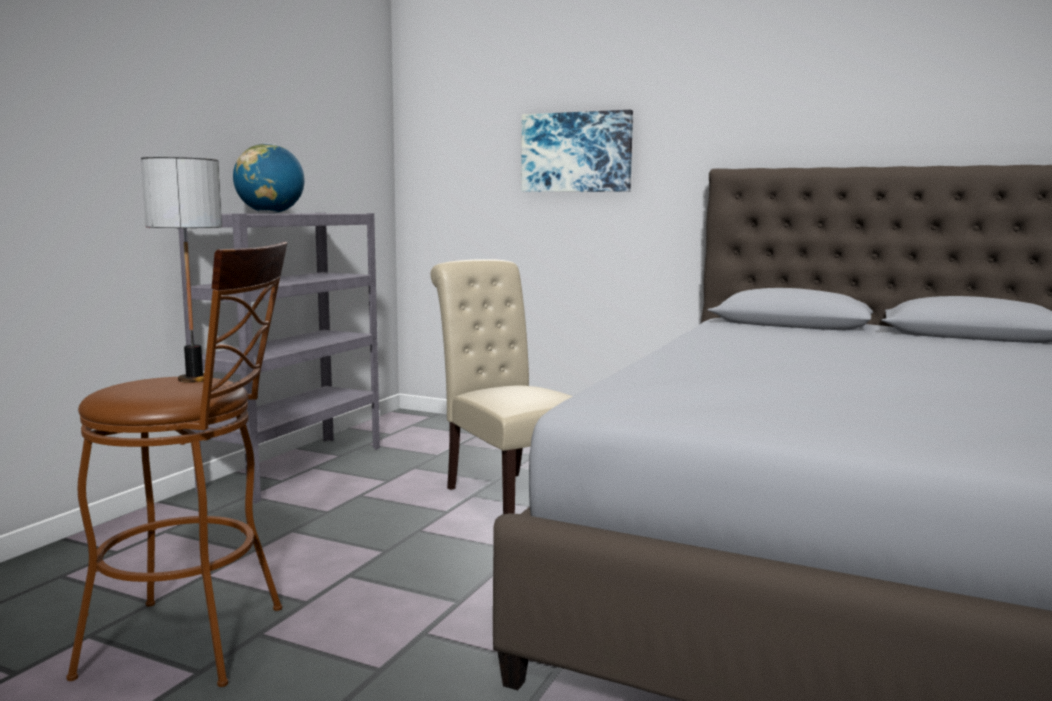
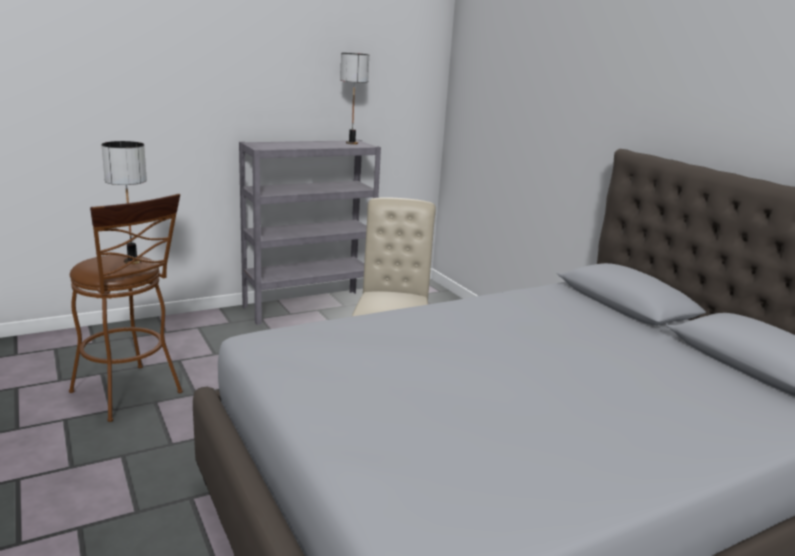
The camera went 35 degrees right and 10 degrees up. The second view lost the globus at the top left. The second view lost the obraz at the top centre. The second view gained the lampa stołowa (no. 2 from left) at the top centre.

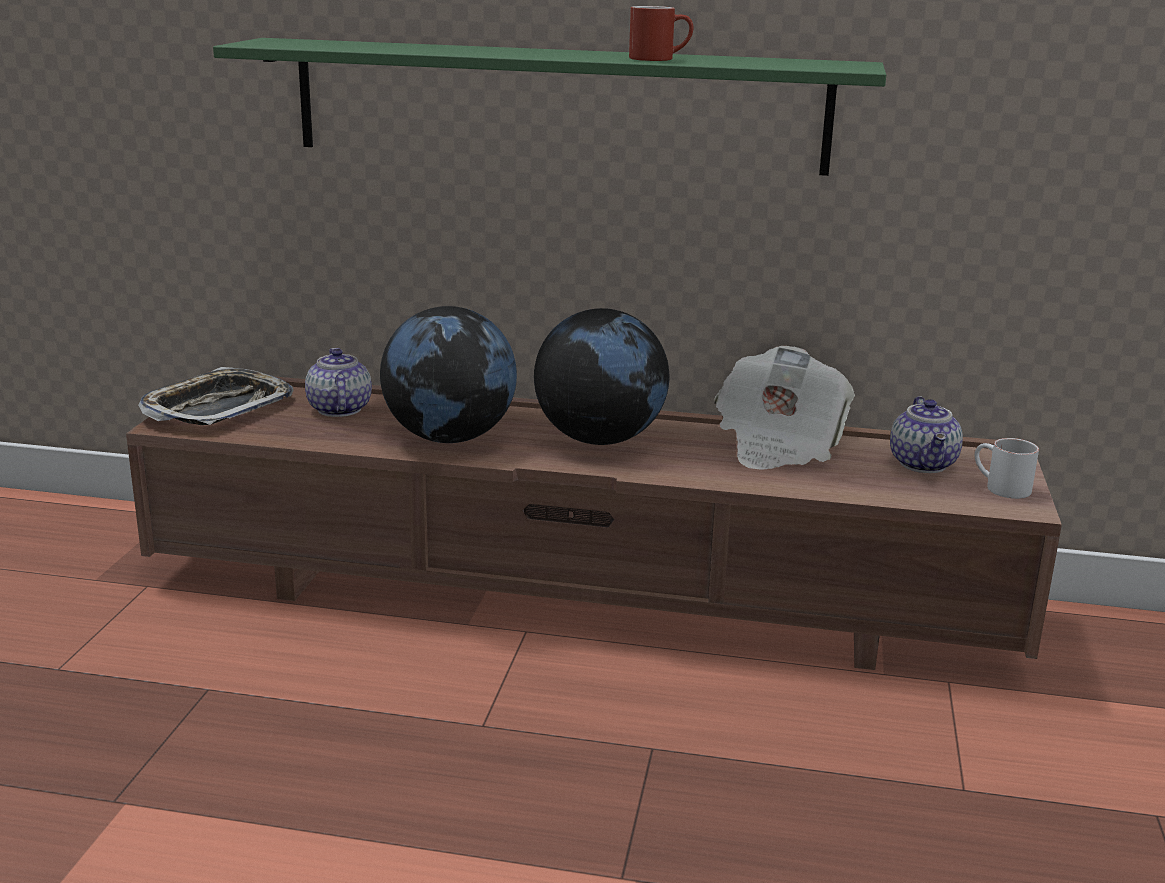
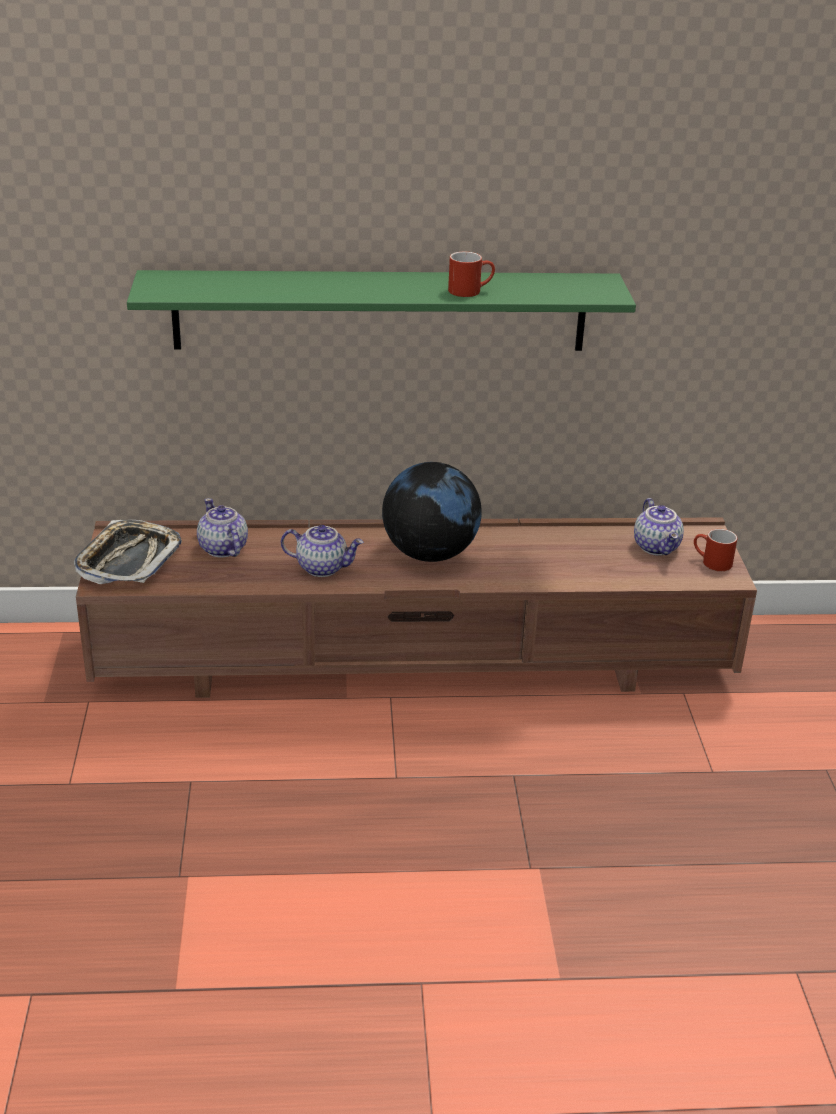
The camera went 15 degrees left and 10 degrees up. The second view lost the gazeta at the middle right. Where the globus (no. 1 from left) stood at the centre, the imbryk (no. 2 from left) came to stand at the centre. What was the kubek [biały] at the middle right turned into the kubek [czerwony] (no. 2 from left) at the middle right.

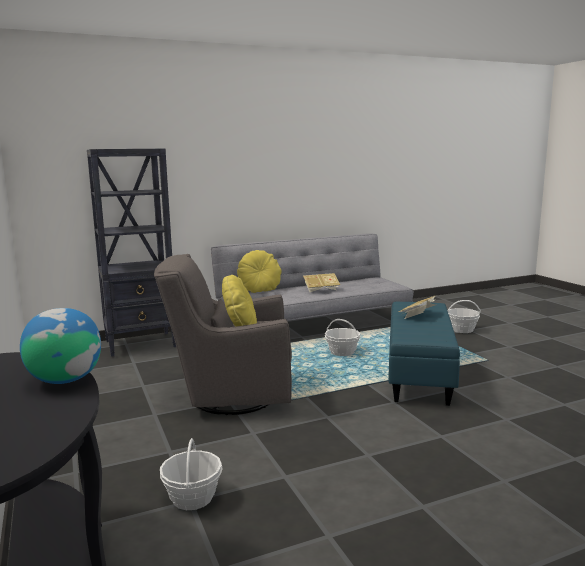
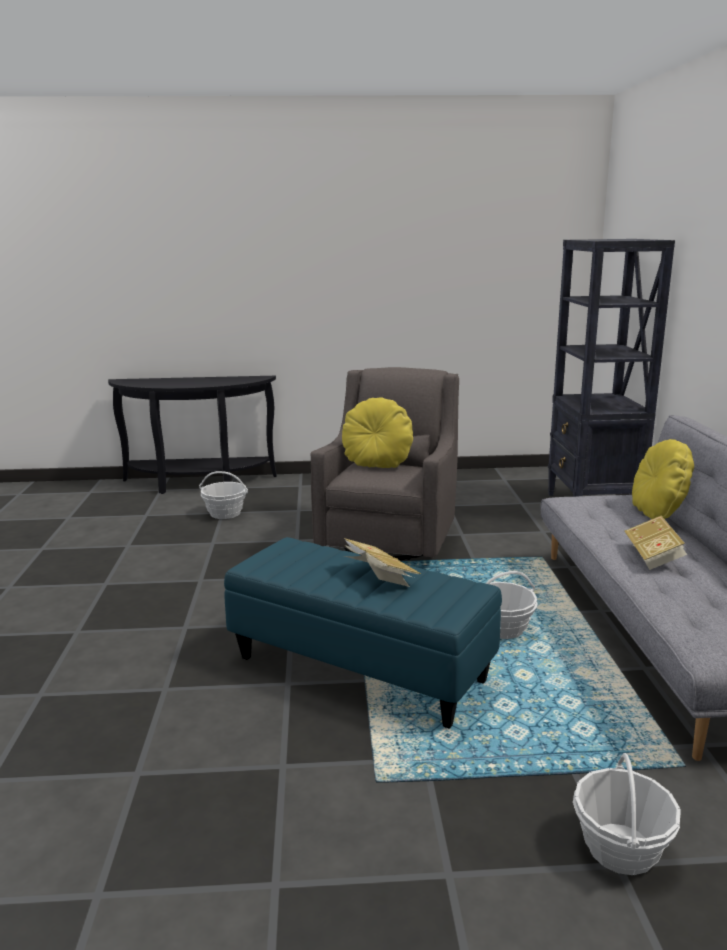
The camera went 110 degrees right and 5 degrees up. The second view lost the globus at the middle left.

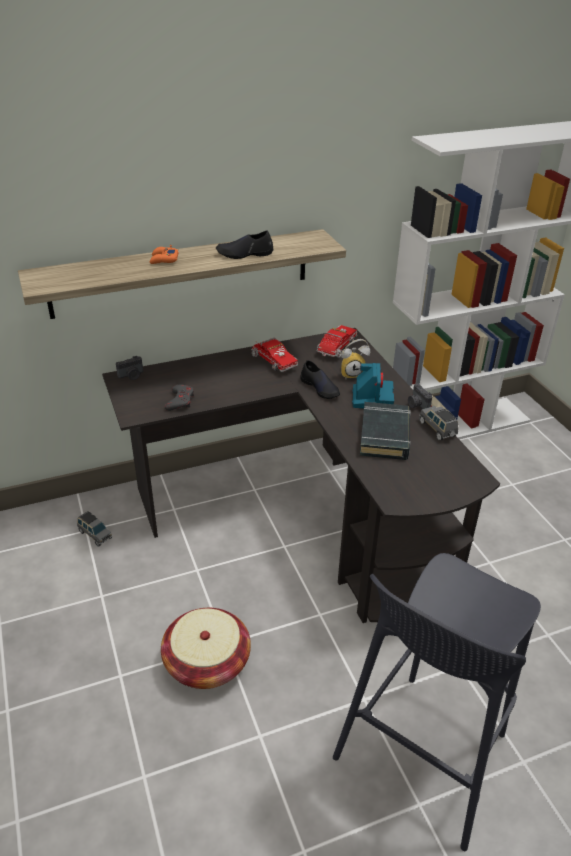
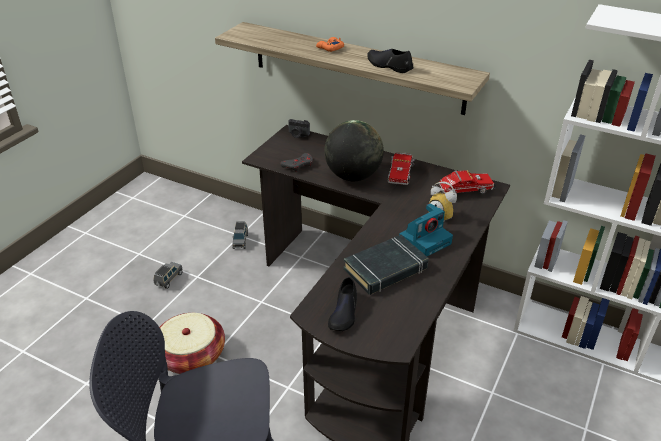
The camera went 50 degrees right and 0 degrees up. The second view lost the aparat fotograficzny (no. 3 from left) at the middle right. The second view gained the globus at the centre. The but [czarny] (no. 2 from left in the first image) ended up elsewhere, having gone from the centre to the bottom centre. The samochodzik [szary] (no. 2 from left in the first image) ended up elsewhere, having gone from the middle right to the middle left.

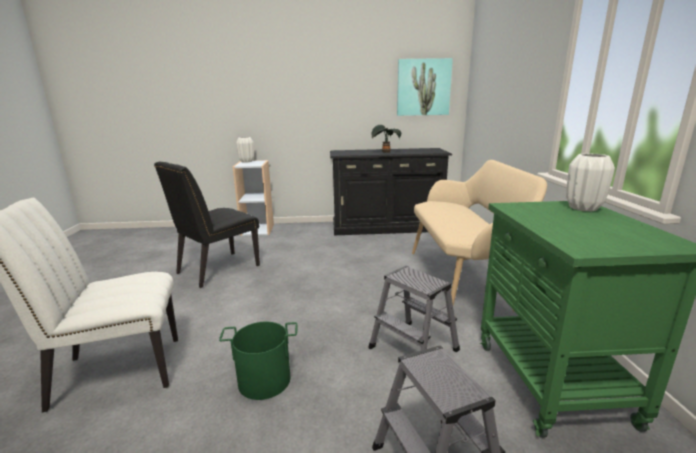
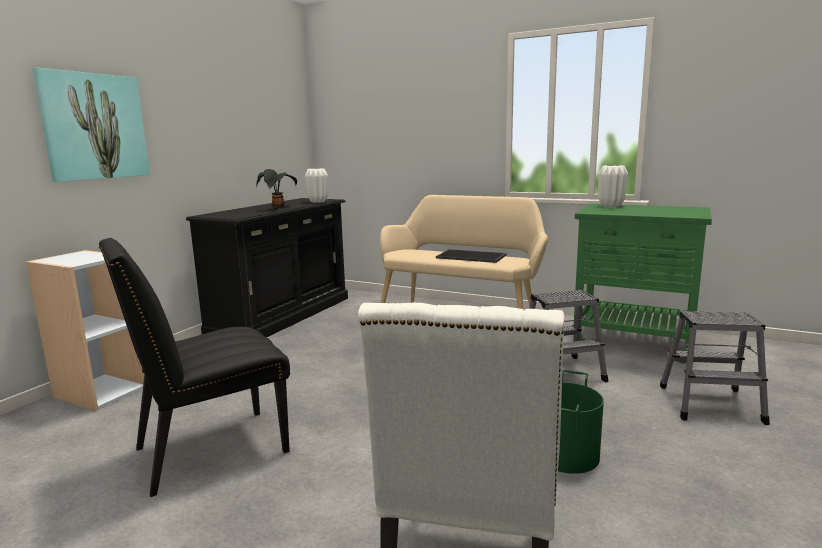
The camera went 60 degrees left and 5 degrees down. The second view gained the taca at the centre. The wazon [biały] (no. 1 from left) ended up elsewhere, having gone from the top centre to the centre. The obraz ended up elsewhere, having gone from the top centre to the top left. The krzesło [czarny] at the middle left ended up facing another way, 75 degrees clockwise from before.

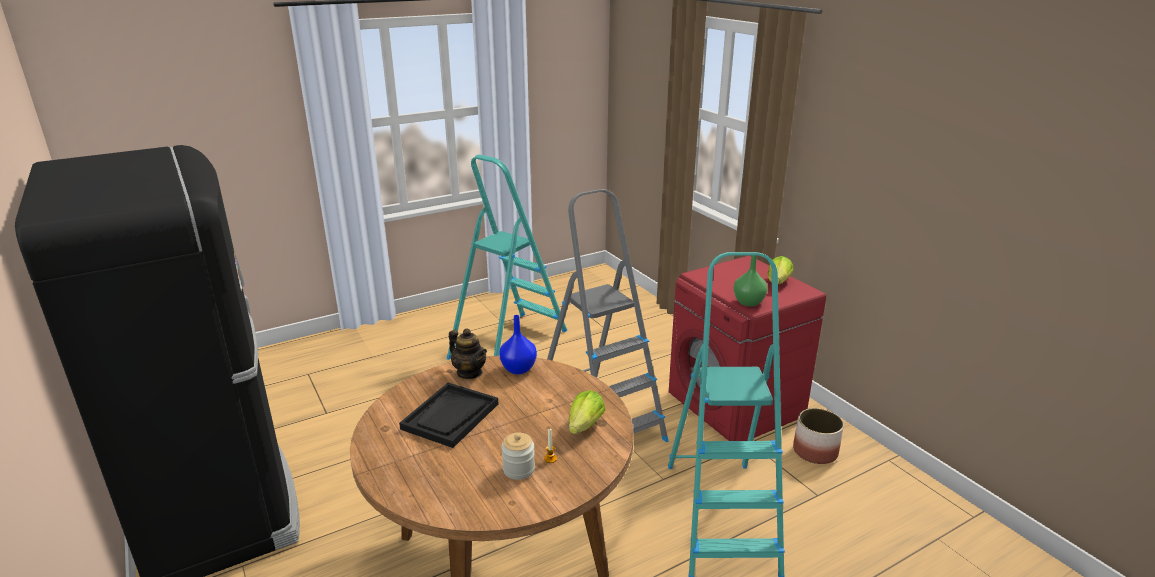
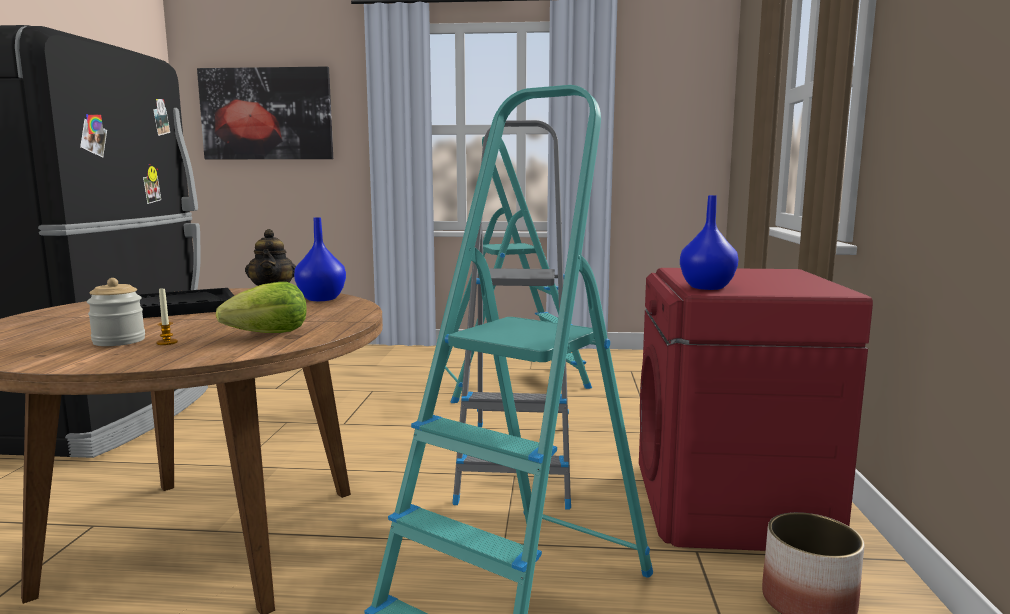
The camera went 35 degrees right and 15 degrees down. The second view lost the sałata (no. 2 from left) at the middle right. The second view gained the obraz at the top left. What was the wazon [zielony] at the centre turned into the wazon [niebieski] (no. 2 from left) at the middle right.

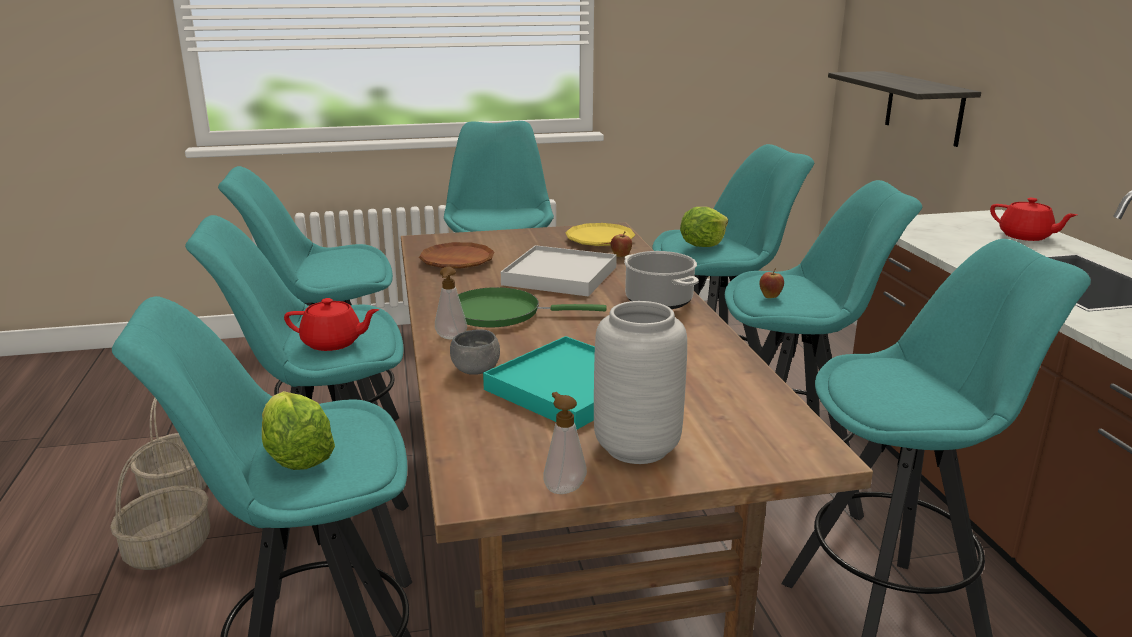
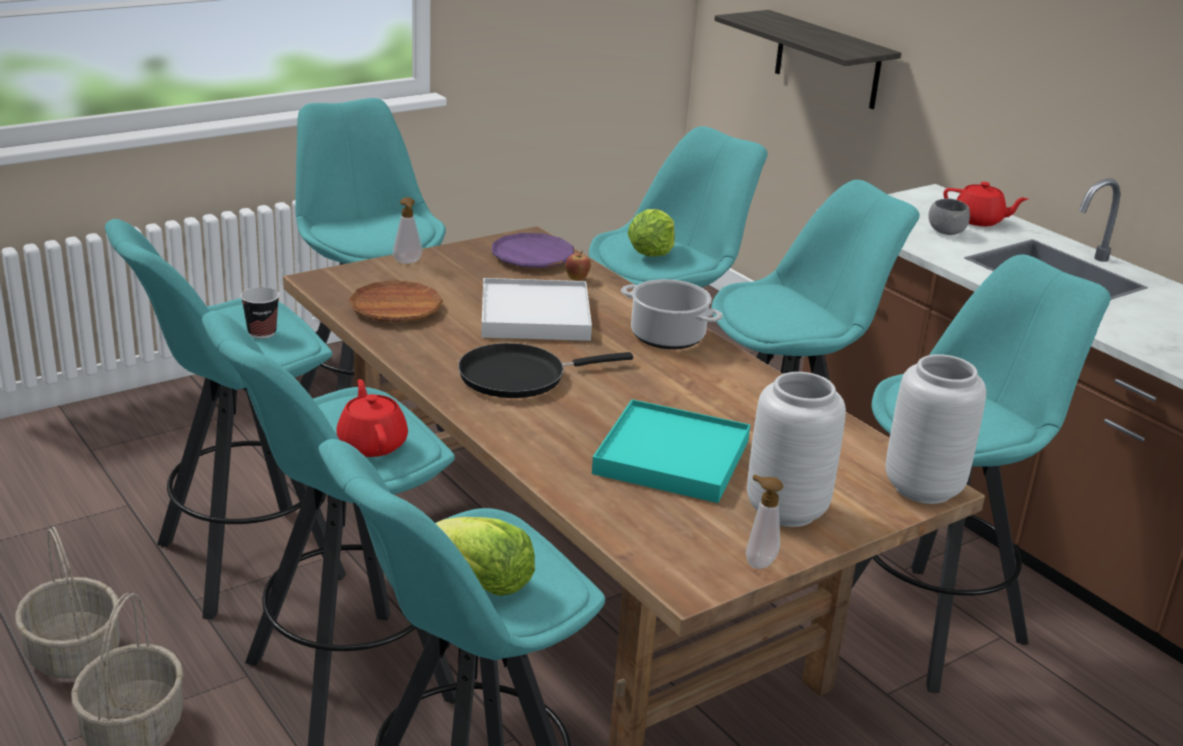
The camera went 25 degrees left and 5 degrees up. The second view lost the jabłko (no. 2 from left) at the middle right. The second view gained the filiżanka at the middle left. The second view gained the wazon [szary] (no. 2 from left) at the middle right. The dozownik mydła (no. 1 from left) ended up elsewhere, having gone from the centre to the top centre. The miska [szary] ended up elsewhere, having gone from the centre to the top right. What was the patelnia [zielony] at the centre turned into the patelnia [czarny] at the centre. What was the talerz [żółty] at the centre turned into the talerz [fioletowy] at the centre. The imbryk [czerwony] (no. 1 from left) at the middle left ended up facing another way, 90 degrees counterclockwise from before.

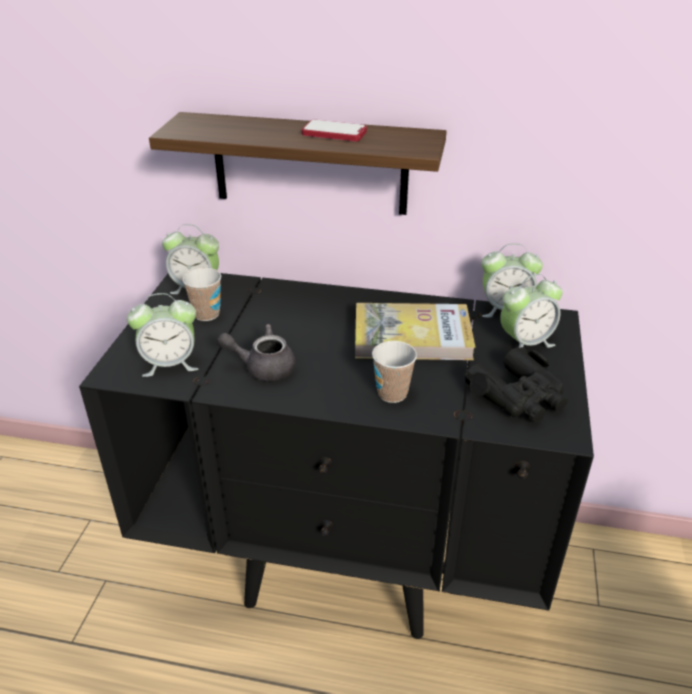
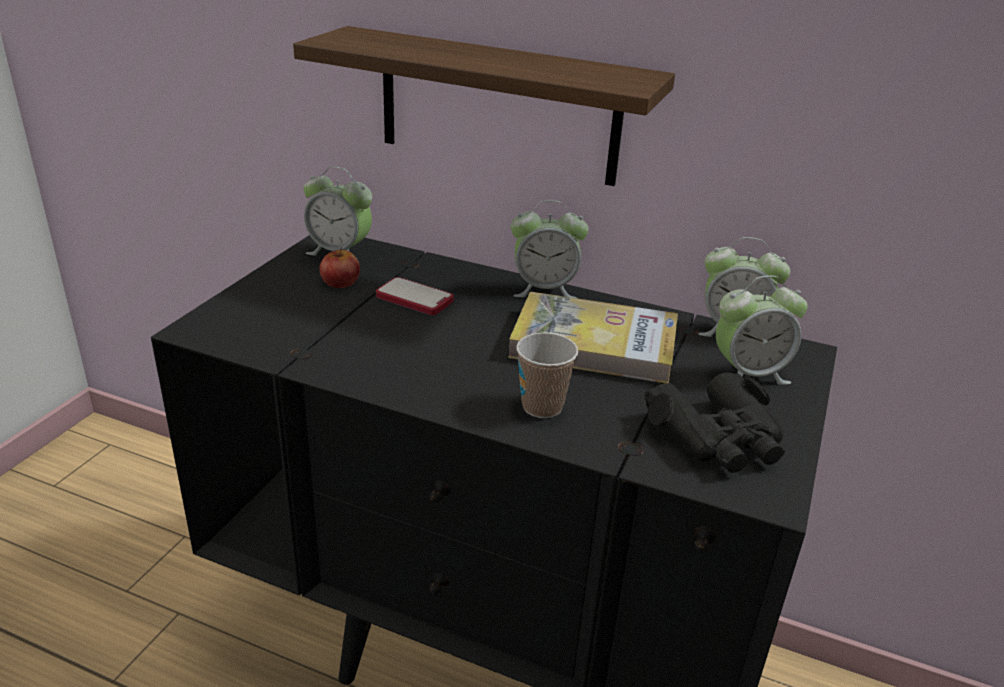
The camera went 10 degrees right and 5 degrees down. The second view lost the imbryk [szary] at the centre. The budzik (no. 1 from left in the first image) ended up elsewhere, having gone from the middle left to the centre. The telefon ended up elsewhere, having gone from the top centre to the centre. Where the filiżanka (no. 1 from left) stood at the middle left, the jabłko came to stand at the centre.

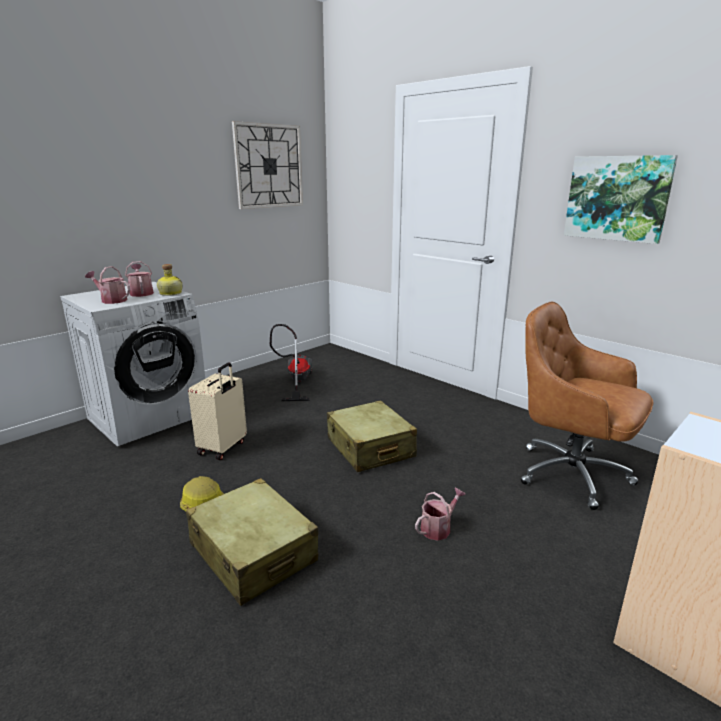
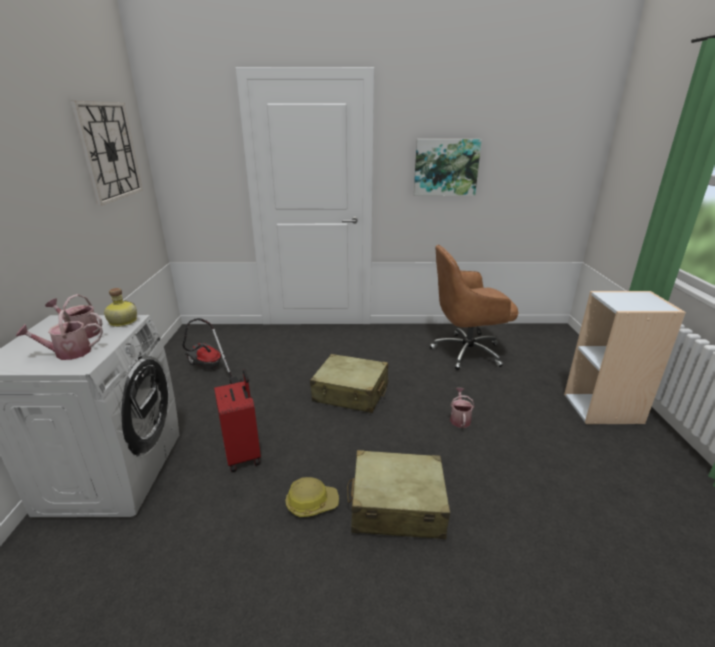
The camera went 45 degrees left and 5 degrees up. What was the walizka [beżowy] (no. 1 from left) at the middle left turned into the walizka [czerwony] at the middle left.

